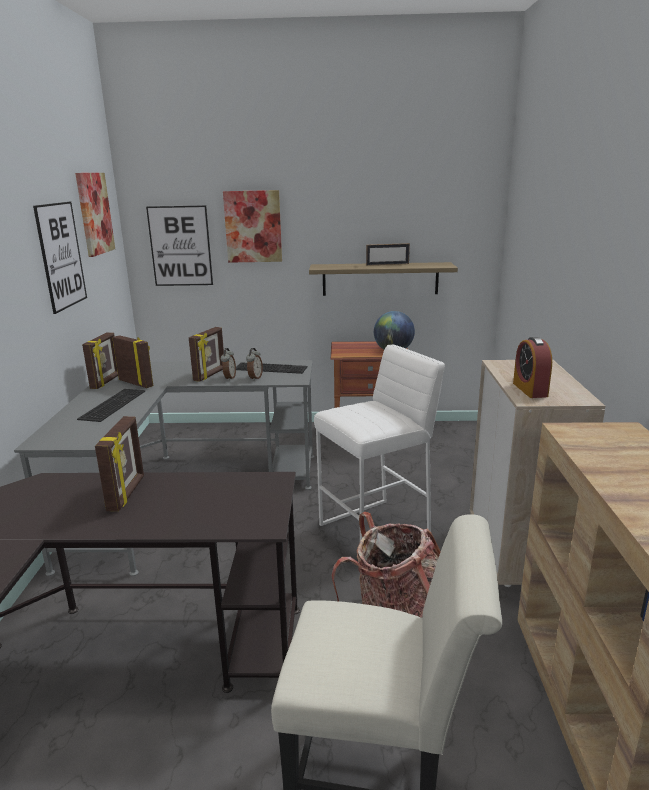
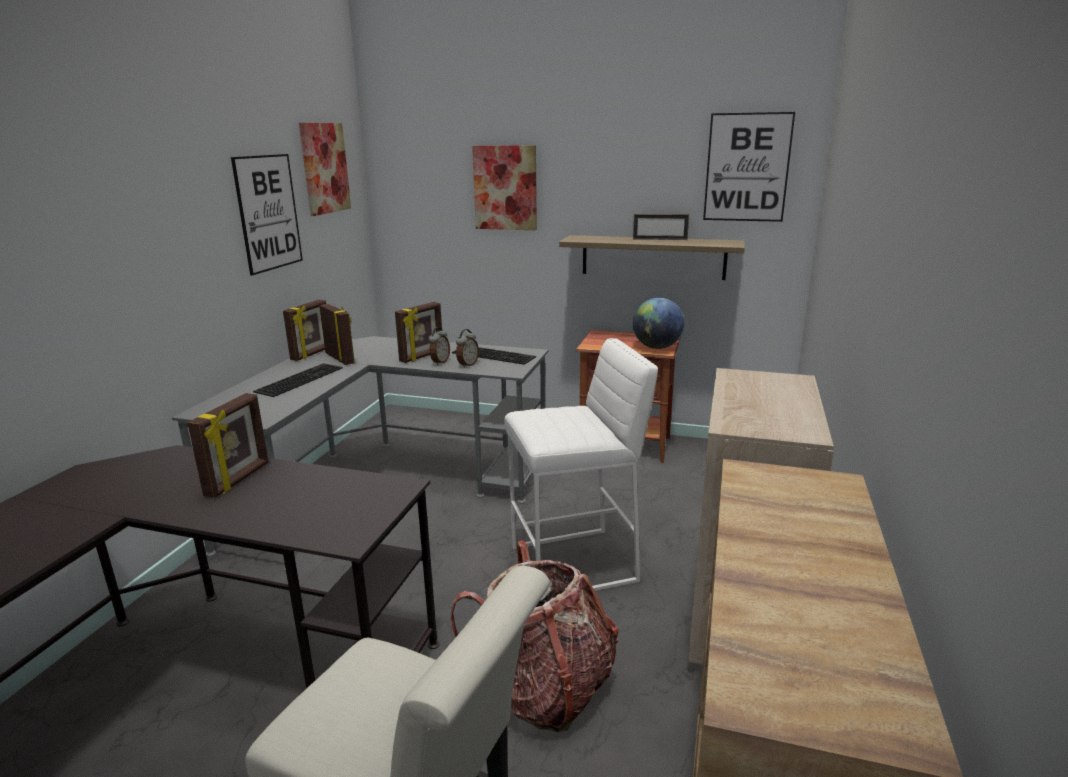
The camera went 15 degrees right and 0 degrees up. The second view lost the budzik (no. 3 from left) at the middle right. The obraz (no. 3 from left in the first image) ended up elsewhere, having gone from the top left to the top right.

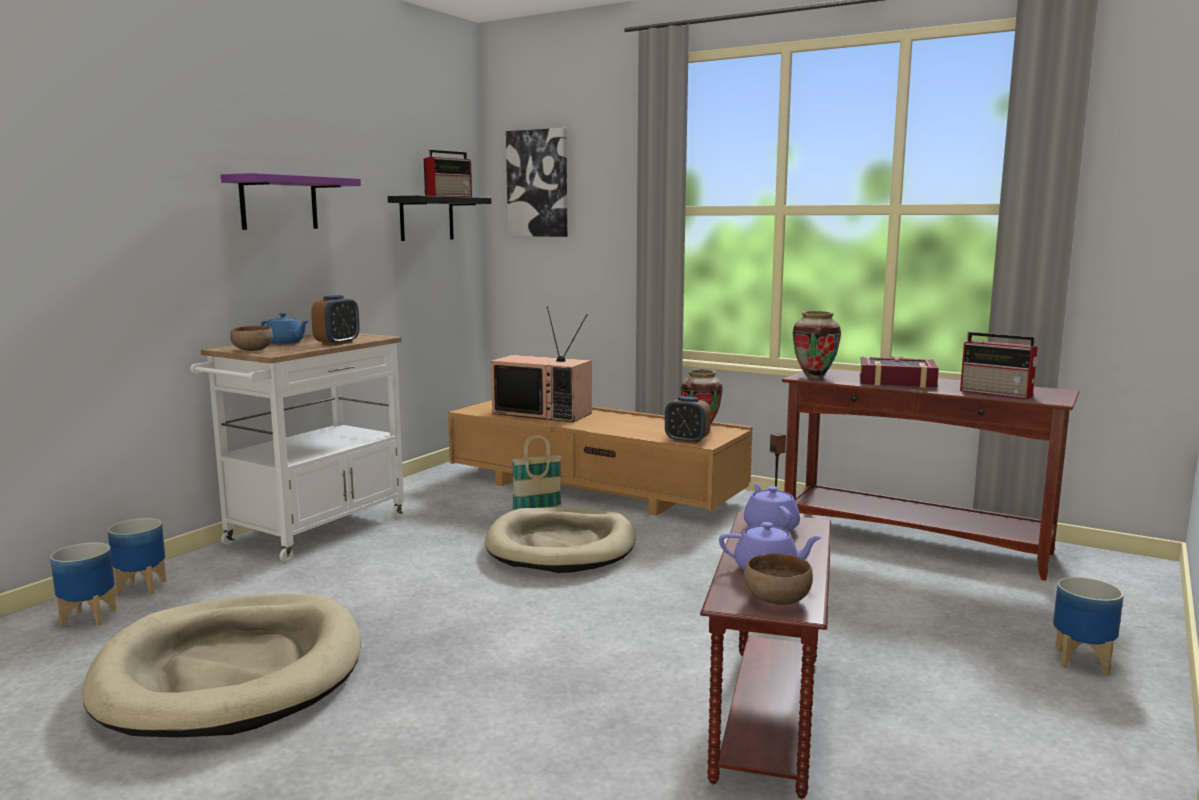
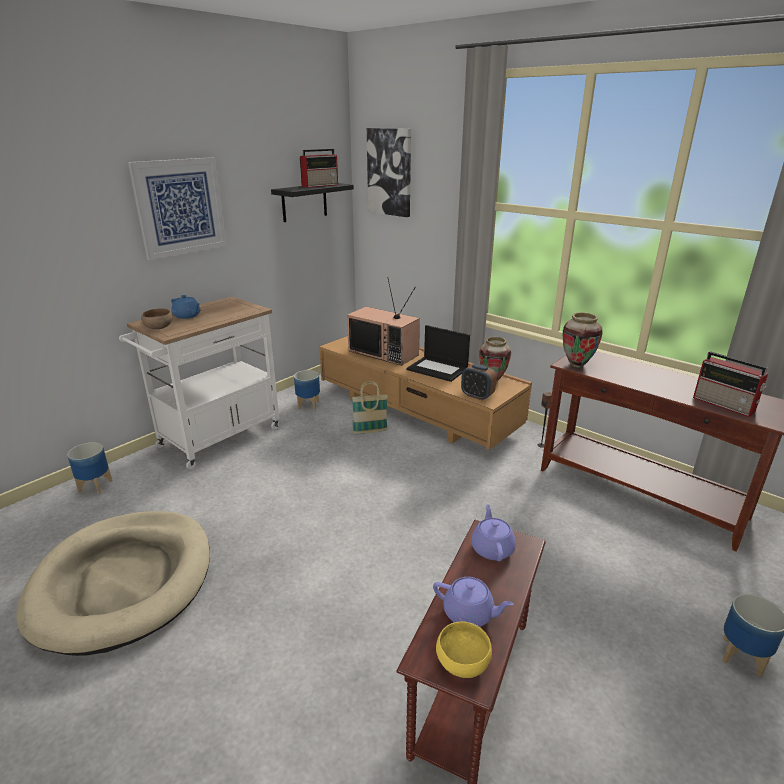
The camera went 10 degrees right and 15 degrees up. The second view lost the budzik (no. 1 from left) at the middle left. The second view lost the legowisko [beżowy] (no. 2 from left) at the bottom centre. The second view lost the książka at the middle right. The second view gained the laptop at the centre. The donica (no. 1 from left in the first image) ended up elsewhere, having gone from the bottom left to the centre. Where the półka [fioletowy] hung at the top left, the obraz (no. 1 from left) came to hang at the top left. What was the miska [brązowy] (no. 2 from left) at the bottom centre turned into the miska [żółty] at the bottom centre.

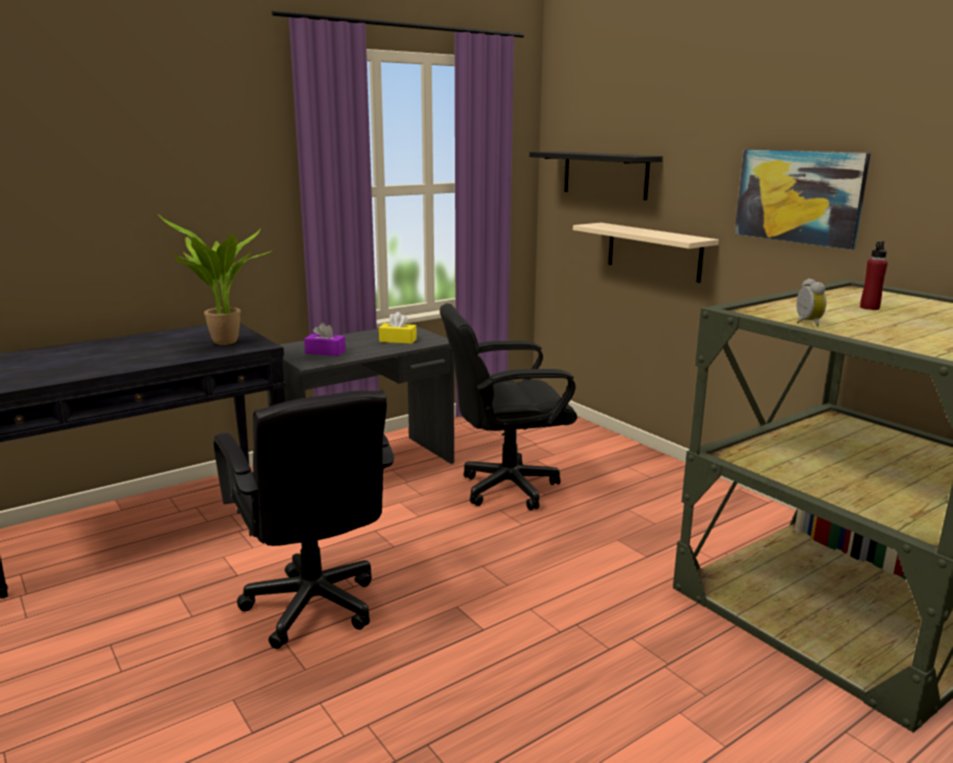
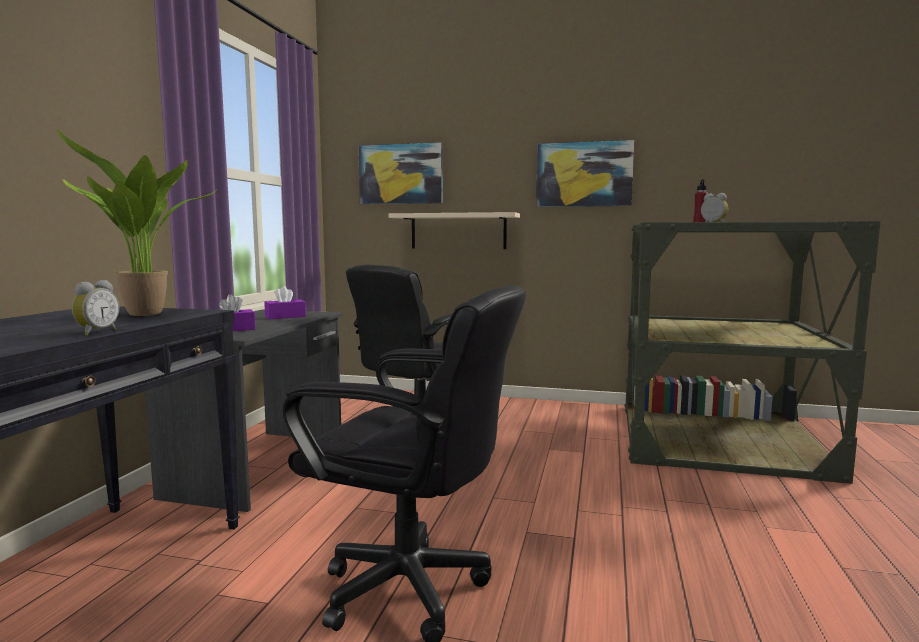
The camera went 40 degrees left and 10 degrees down. The second view gained the budzik (no. 1 from left) at the middle left. Where the półka [czarny] hung at the top centre, the obraz (no. 1 from left) came to hang at the top centre. What was the pudełko chusteczek [żółty] at the centre turned into the pudełko chusteczek [fioletowy] (no. 2 from left) at the middle left.

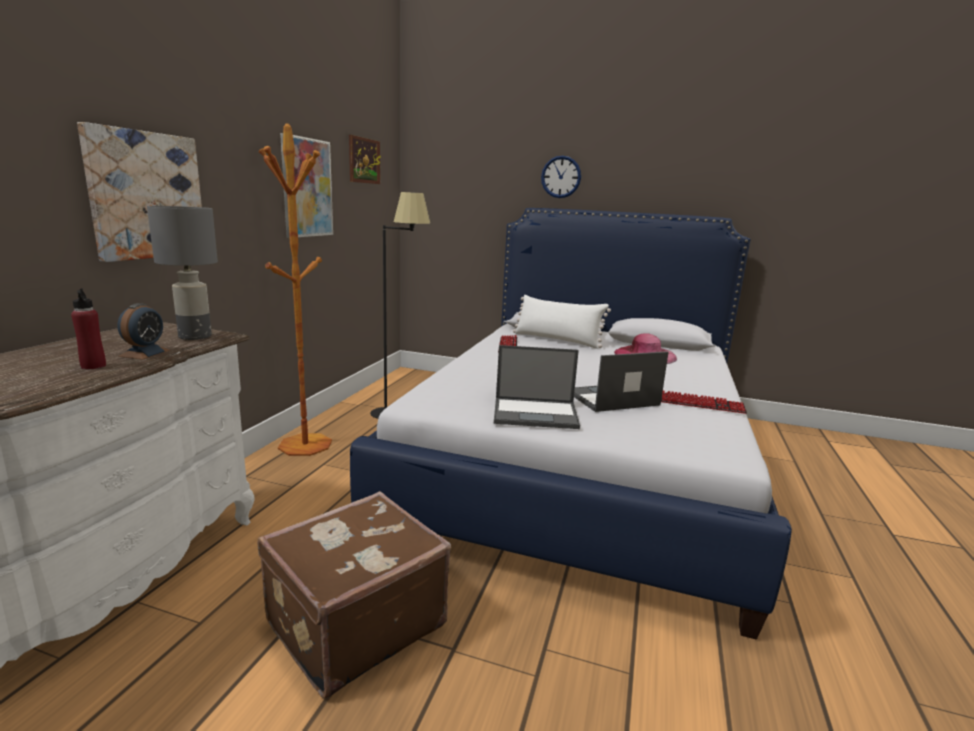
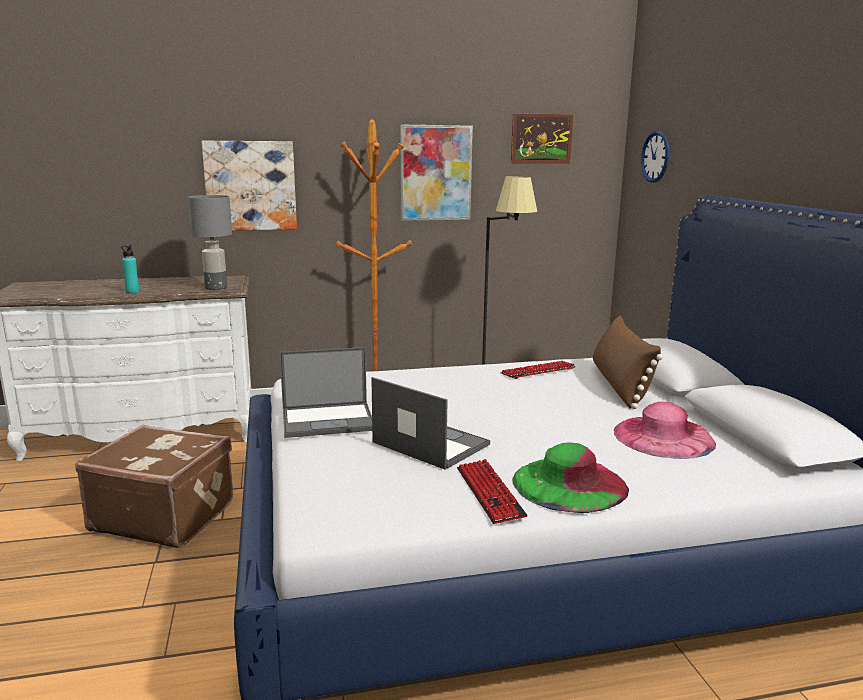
The camera went 60 degrees right and 0 degrees up. The second view lost the budzik at the middle left. The second view gained the kapelusz [zielony] at the bottom centre. The zegar ścienny ended up elsewhere, having gone from the top centre to the top right. What was the butelka [czerwony] at the middle left turned into the butelka [turkusowy] at the middle left. What was the poduszka [biały] at the centre turned into the poduszka [brązowy] at the middle right. The laptop (no. 1 from left) at the centre ended up facing another way, 75 degrees counterclockwise from before.

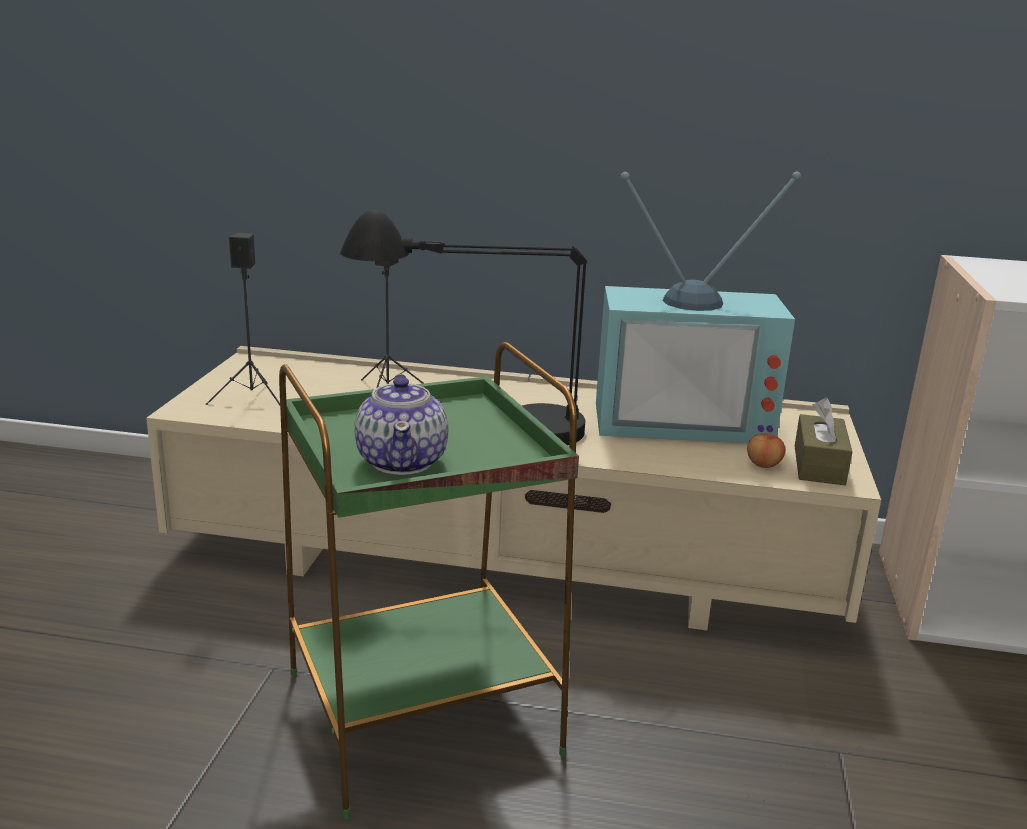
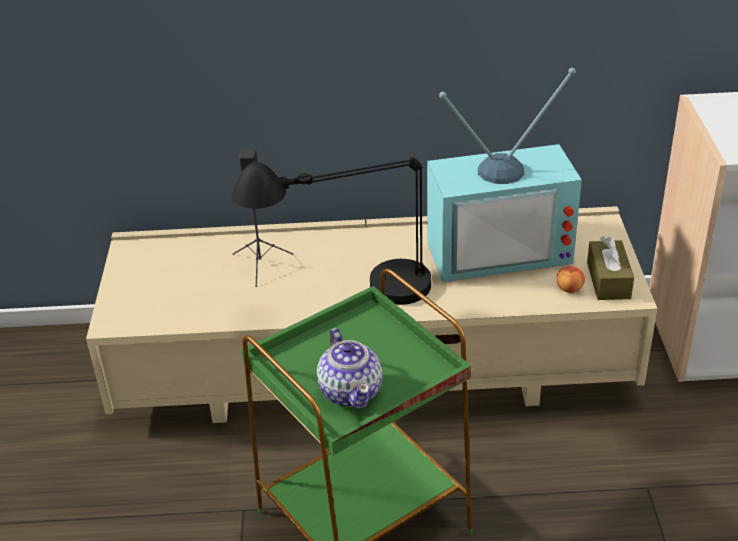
The camera went 10 degrees left and 15 degrees up. The second view lost the głośnik [czarny] (no. 1 from left) at the middle left.

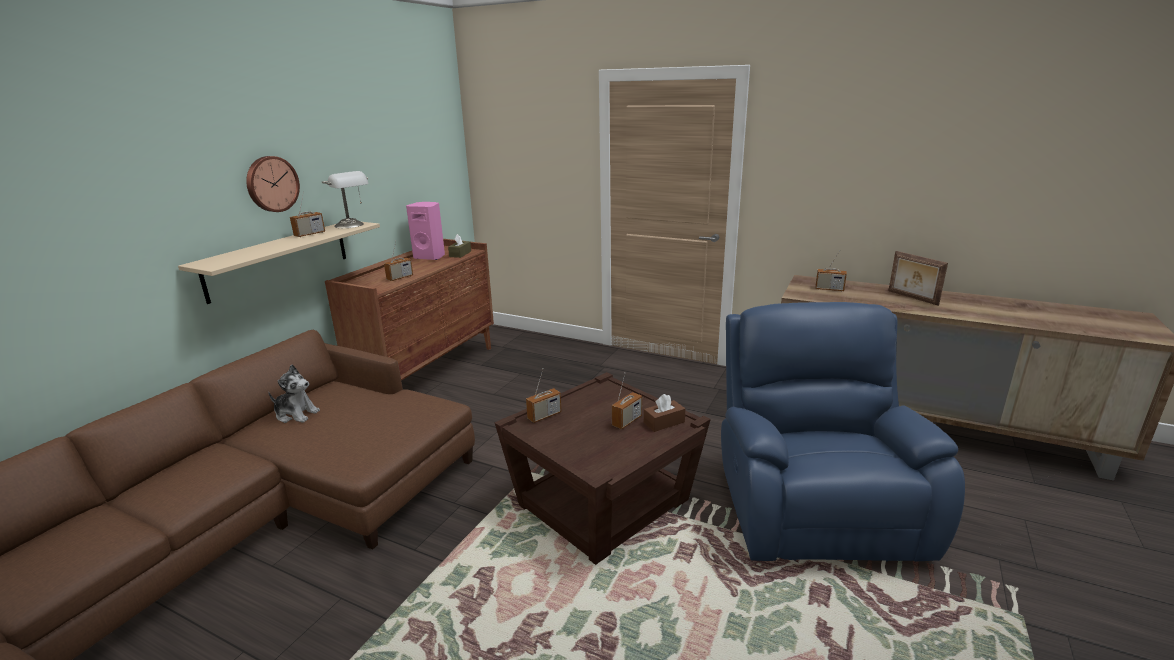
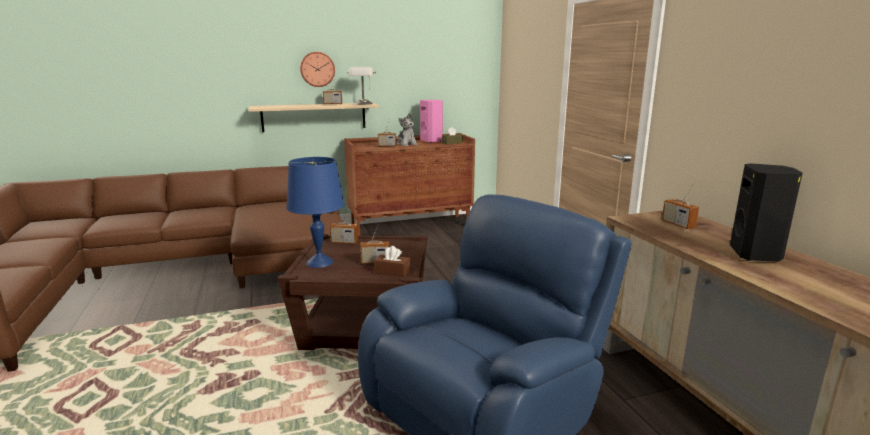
The camera went 45 degrees right and 5 degrees down. The second view gained the lampa stołowa [niebieski] at the centre. The pluszak ended up elsewhere, having gone from the middle left to the top centre. Where the ramka na zdjęcie stood at the middle right, the głośnik [czarny] came to stand at the middle right.

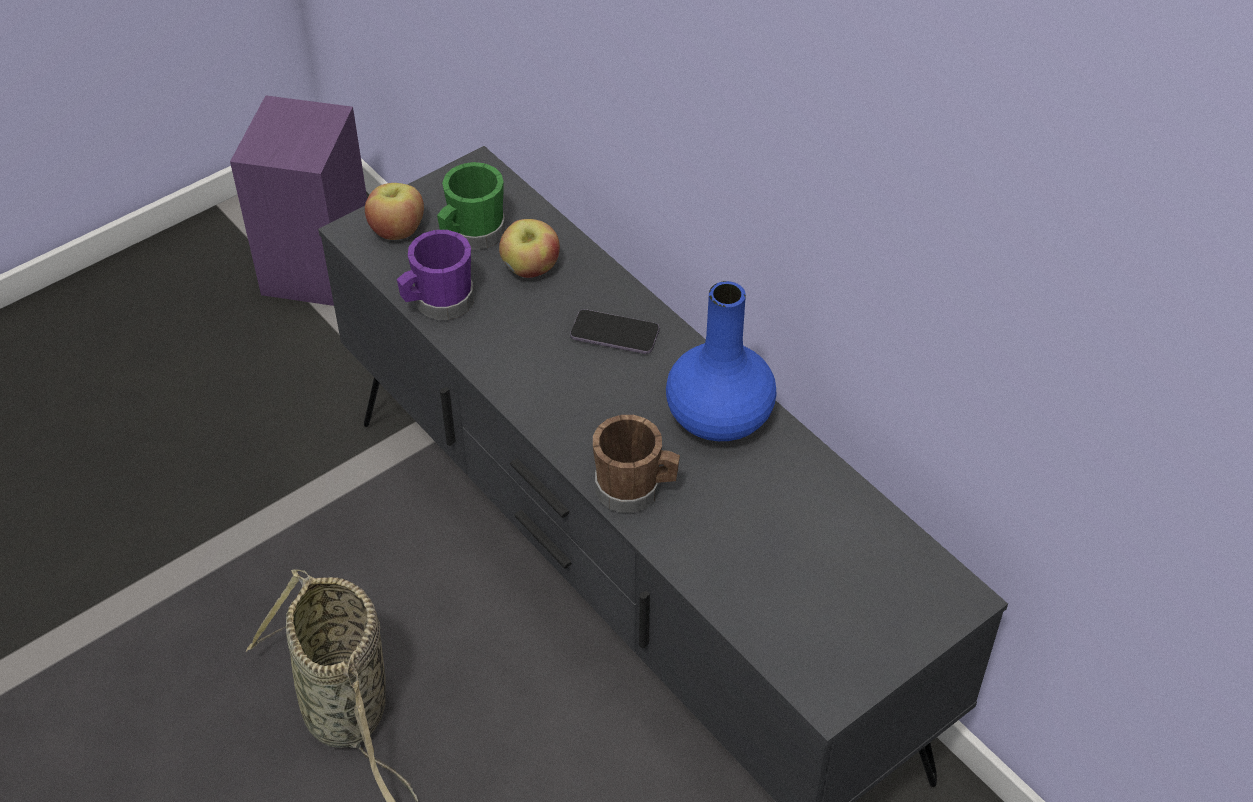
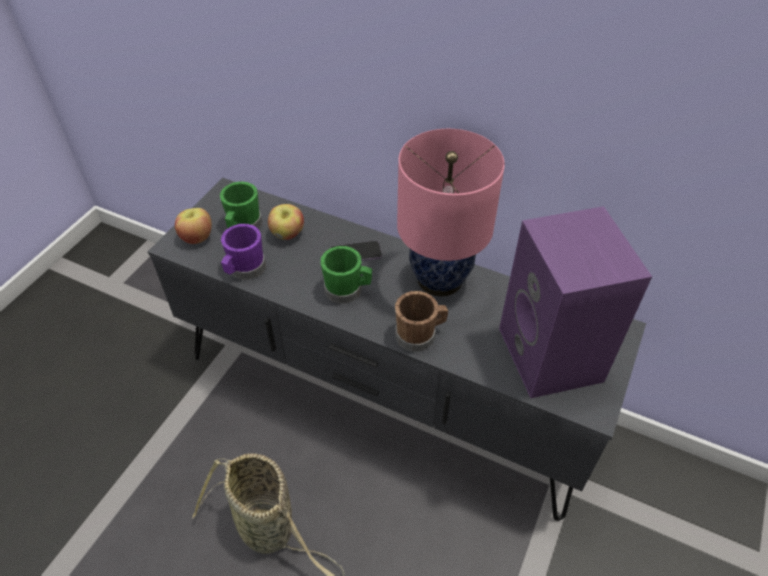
The camera went 25 degrees left and 0 degrees up. The second view gained the kubek [zielony] (no. 2 from left) at the centre. The głośnik [fioletowy] ended up elsewhere, having gone from the top left to the middle right. Where the wazon [niebieski] stood at the centre, the lampa stołowa [różowy] came to stand at the centre.

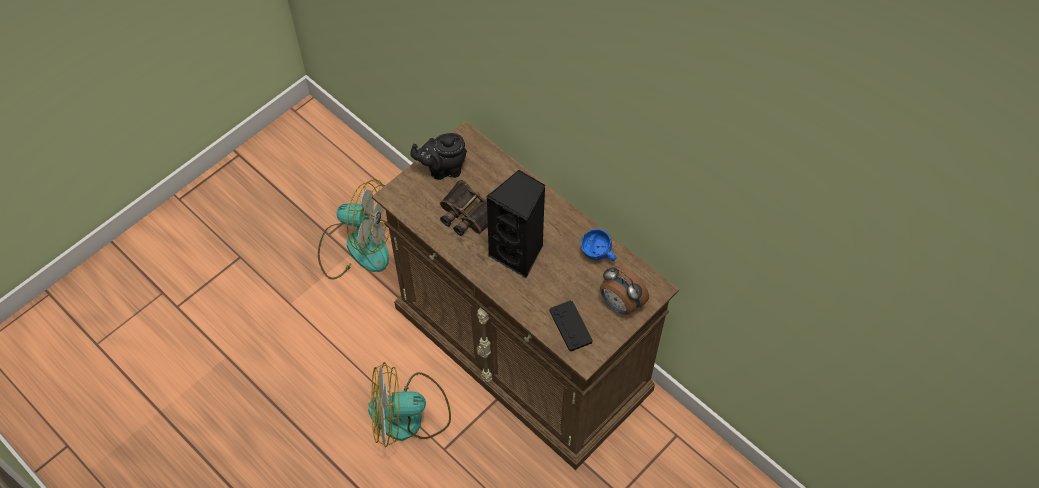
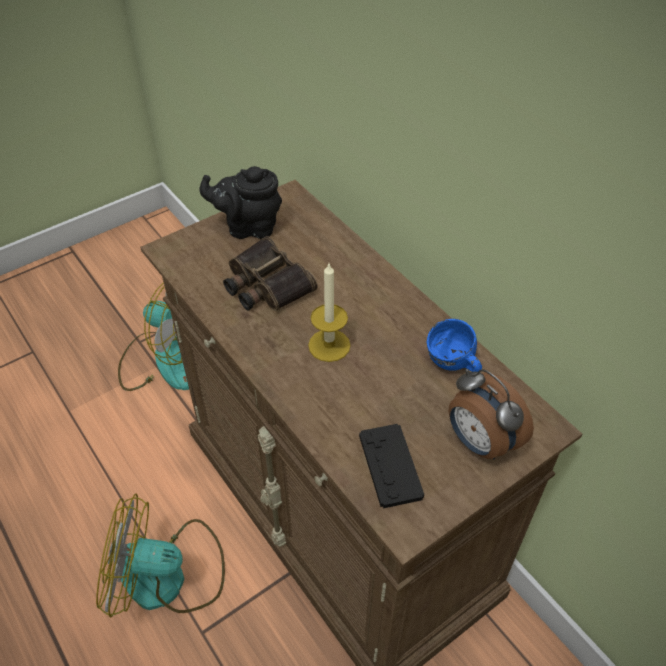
The camera went 10 degrees right and 10 degrees down. Where the głośnik [czarny] stood at the centre, the świeca came to stand at the centre.

